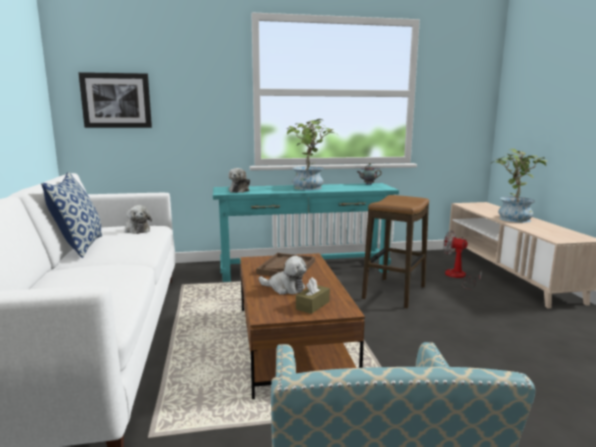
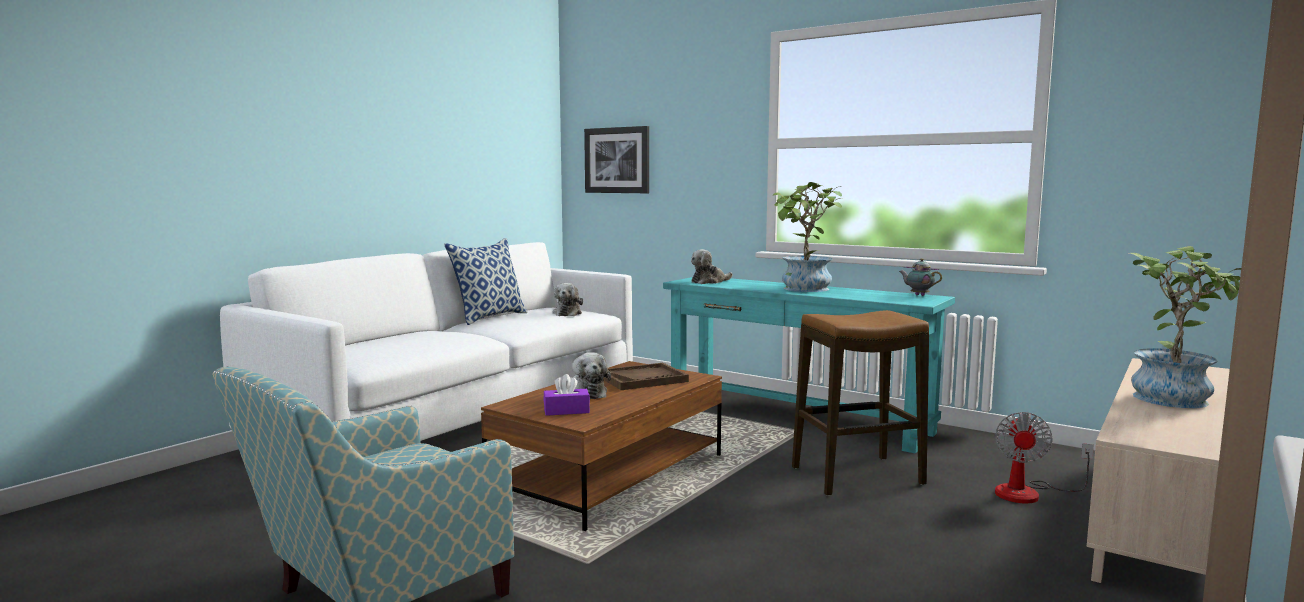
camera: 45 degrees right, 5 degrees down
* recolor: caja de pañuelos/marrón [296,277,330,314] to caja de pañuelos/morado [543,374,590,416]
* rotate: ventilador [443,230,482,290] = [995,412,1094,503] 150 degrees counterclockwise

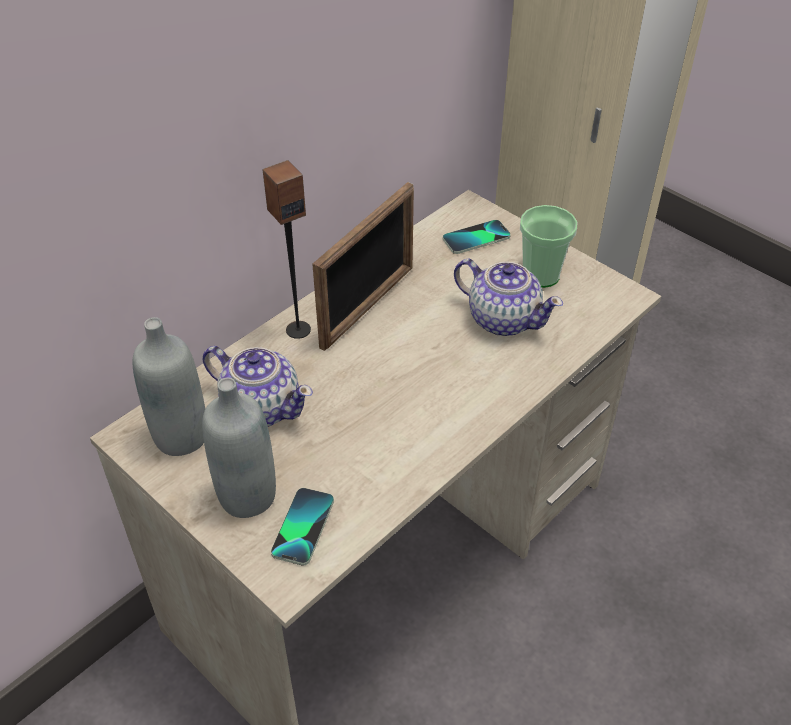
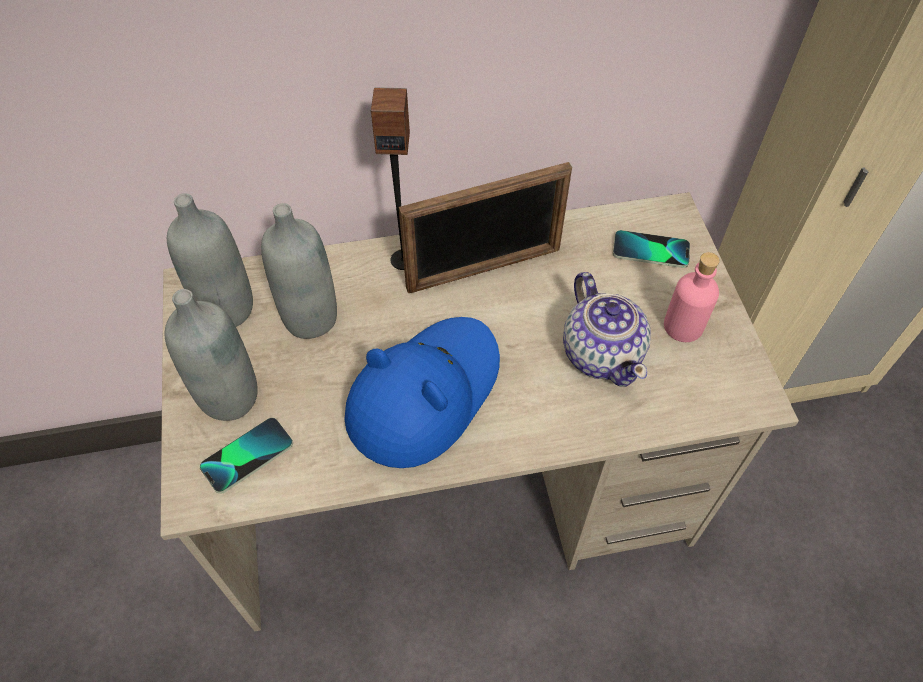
camera: 35 degrees right, 10 degrees up
* replace: tetera [203,346,313,427] to botella/gris [261,203,337,339]
* insert: sombrero/azul [345,317,500,468]
* replace: taza [520,205,578,288] to botella/rosa [664,252,720,342]

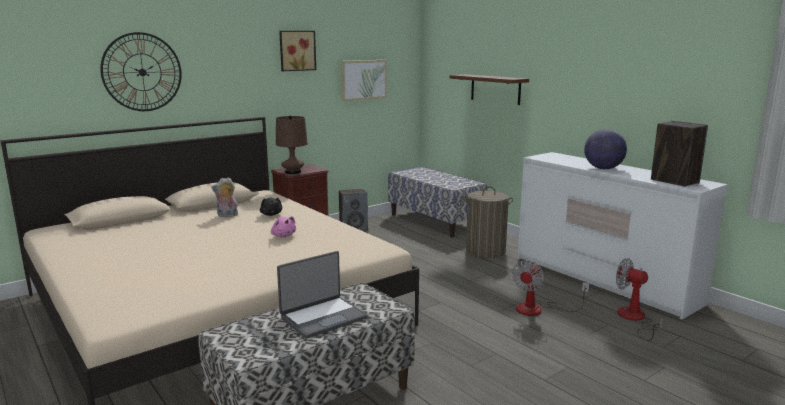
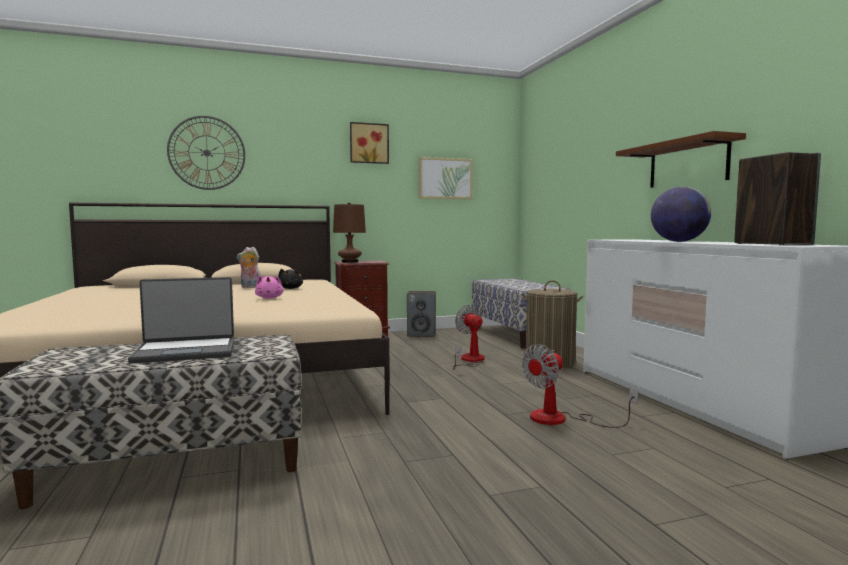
camera: 20 degrees right, 10 degrees down
* move: ventilador [616,258,663,341] to [452,305,485,370]
* move: estante/marrón [450,74,529,105] to [616,131,746,188]

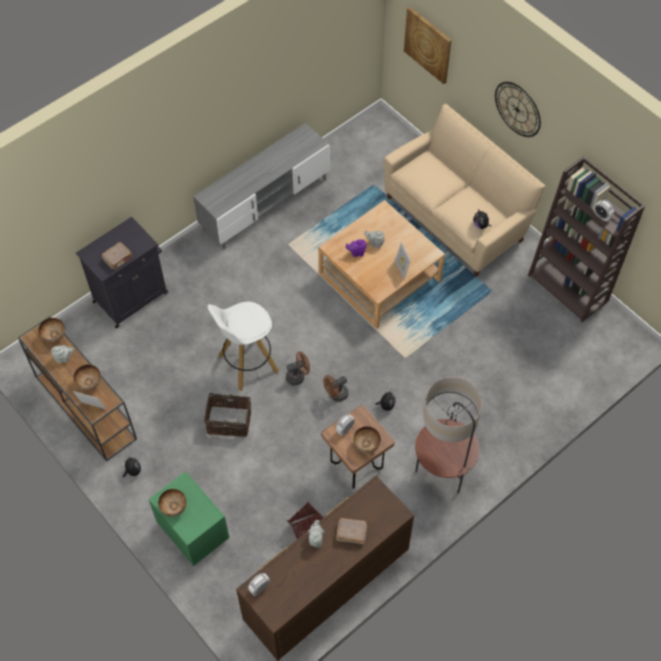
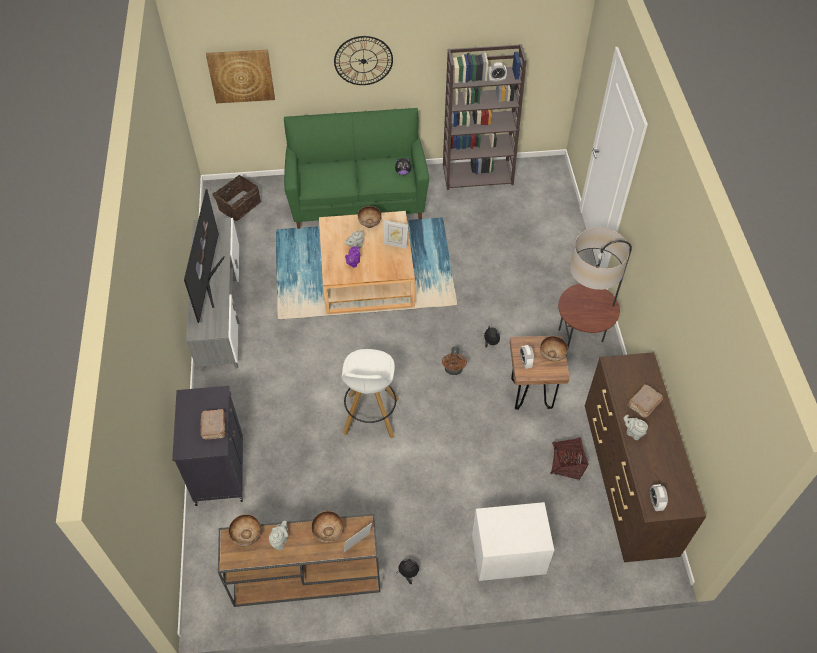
camera: 55 degrees left, 5 degrees down
* insert: televisor [184,189,225,323]
* move: cesta [204,393,251,437] to [212,175,261,221]
* recolor: sofá/beis [383,104,545,277] to sofá/verde [284,108,429,229]
* move: cuenco [158,489,187,517] to [358,206,382,228]
* recolor: mesita de noche/verde [149,471,229,566] to mesita de noche/blanco [472,502,554,581]
* delete: ventilador/marrón [286,352,310,385]

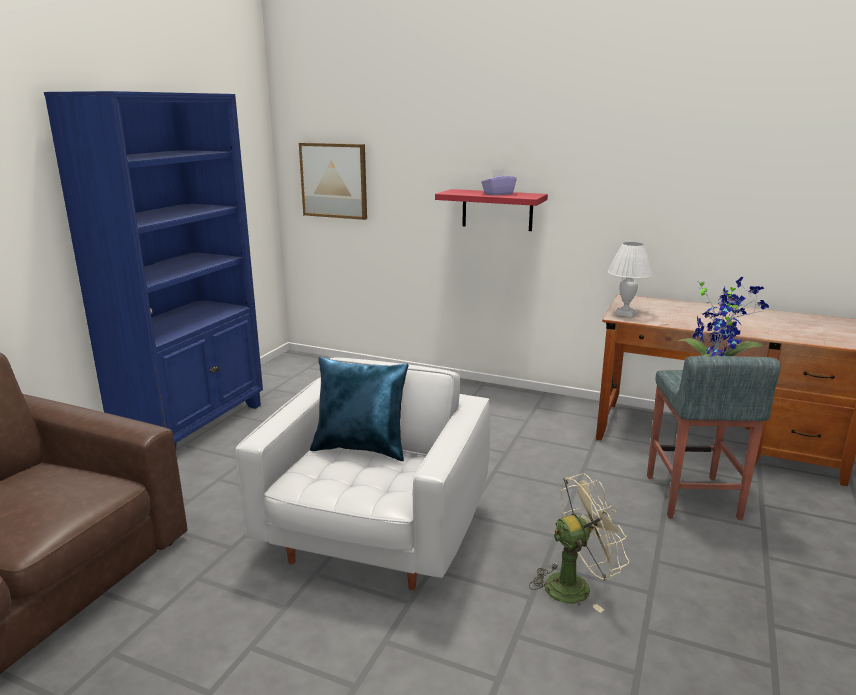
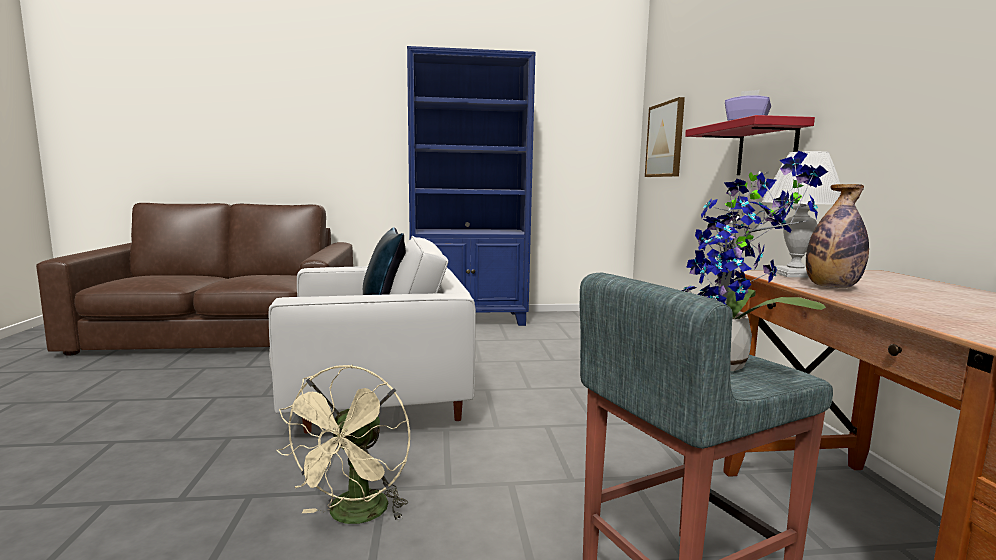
camera: 60 degrees right, 10 degrees down
* rotate: ventilador/beis [529,473,629,613] = [276,365,410,524] 60 degrees clockwise
* insert: botella [806,184,869,288]

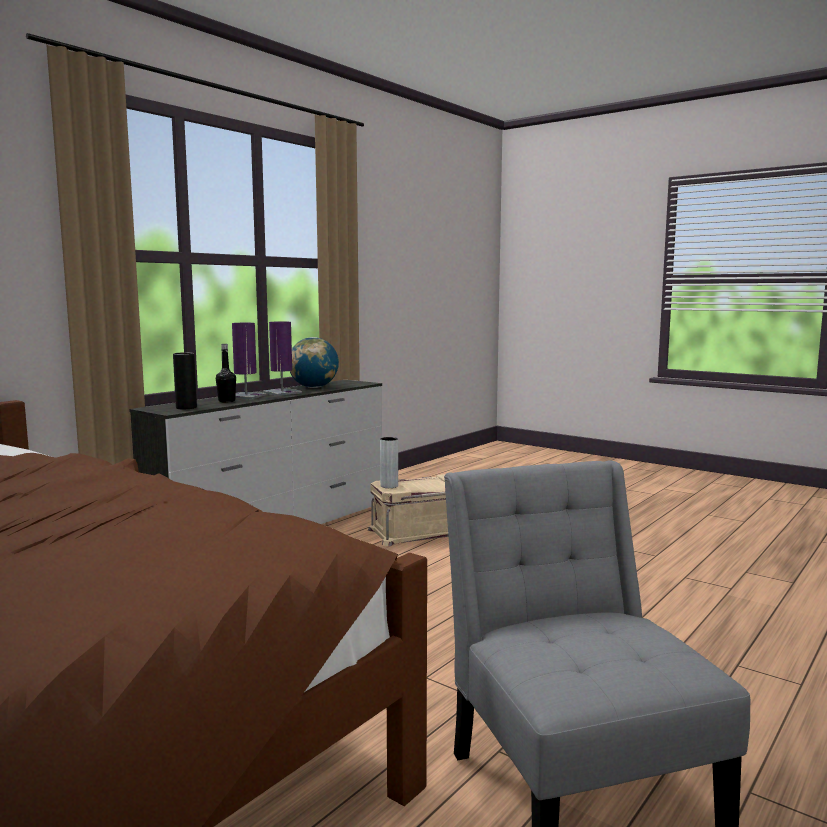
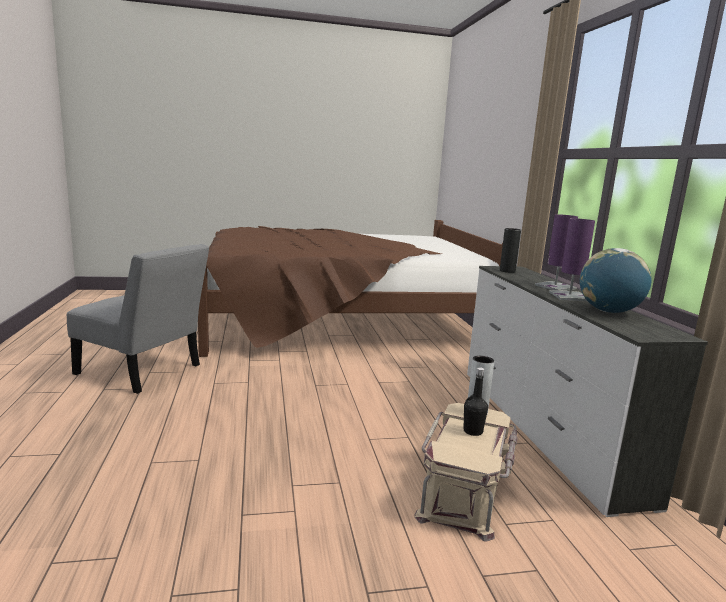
camera: 130 degrees right, 5 degrees up
* move: botella/negro [216,344,236,402] to [464,367,488,436]

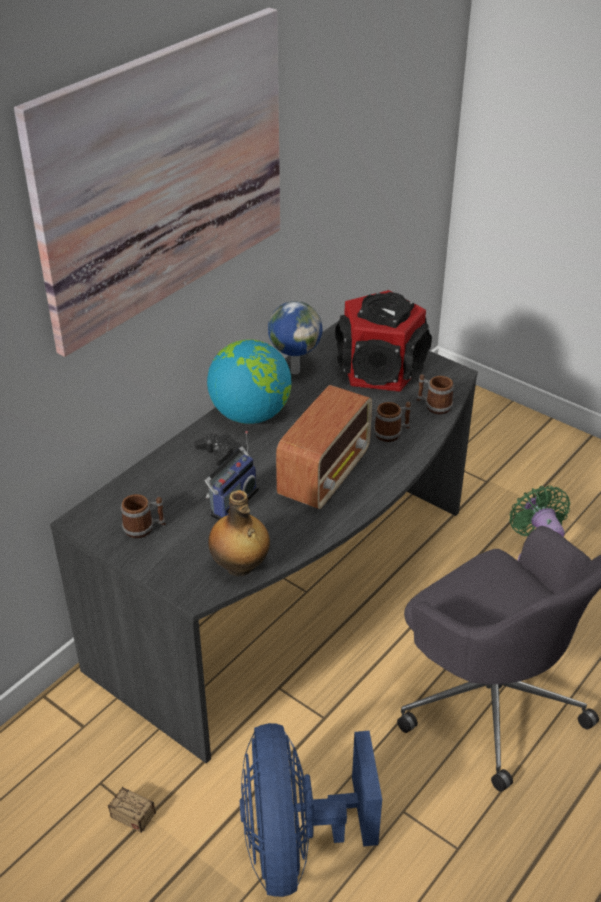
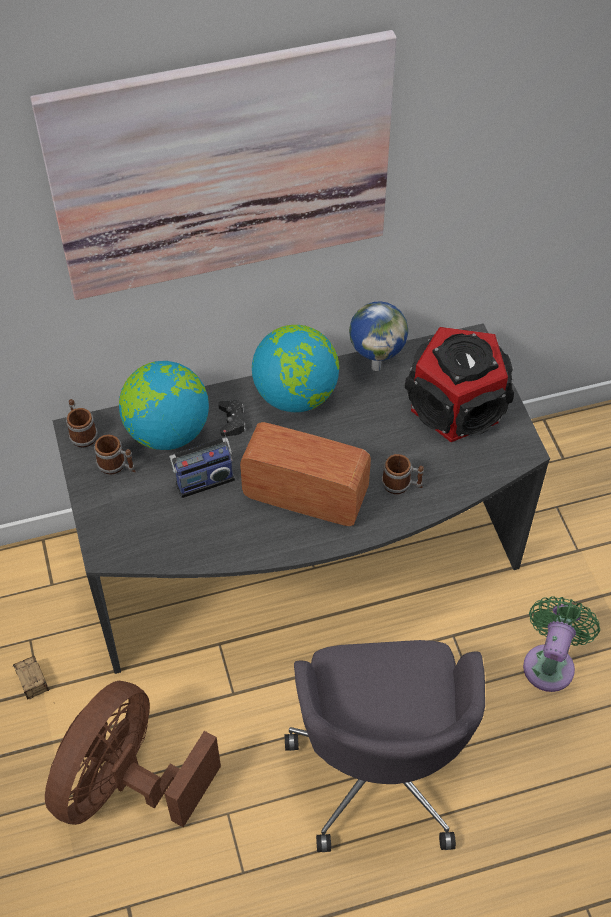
camera: 35 degrees right, 15 degrees up
* recolor: ventilador/azul [240,723,382,897] to ventilador/marrón [45,681,221,827]
* move: taza grande [417,374,454,415] to [66,399,98,448]
* insert: globo terráqueo [119,361,209,450]
* rotate: radio [276,385,372,509] = [240,422,371,526] 135 degrees counterclockwise
* delete: botella [208,490,270,576]

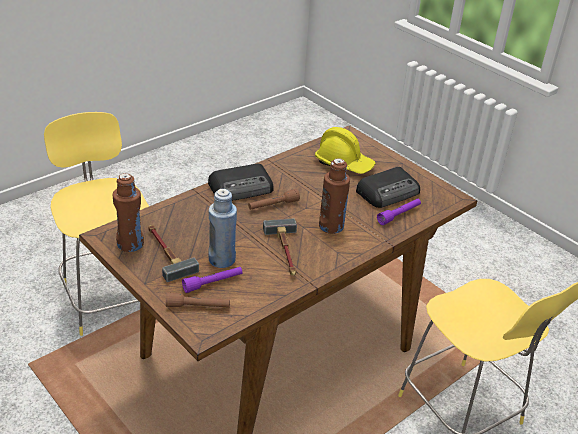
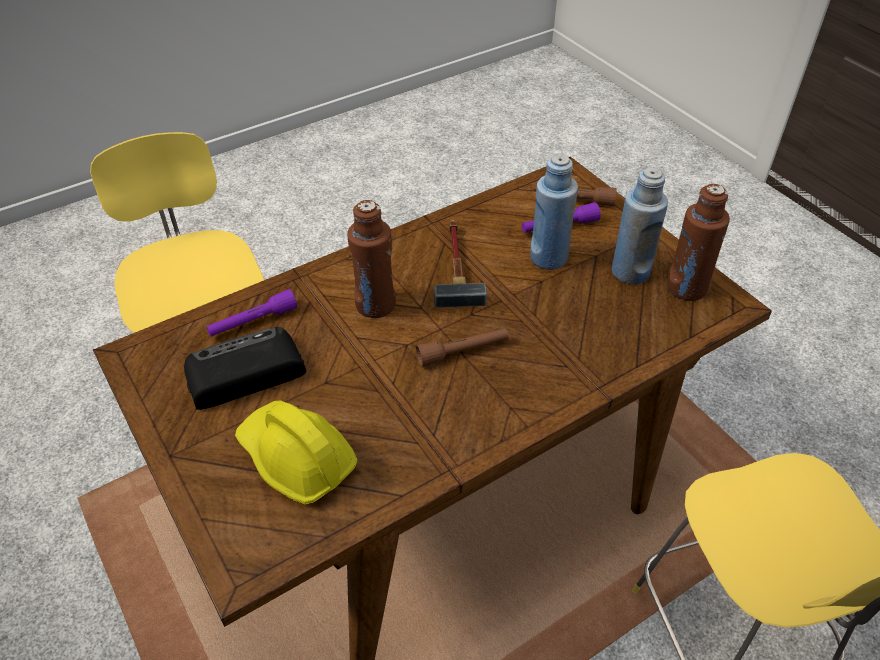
camera: 170 degrees left, 10 degrees up
* replace: martillo [148,225,199,282] to botella/azul [611,167,668,284]
* delete: radio [208,164,274,201]

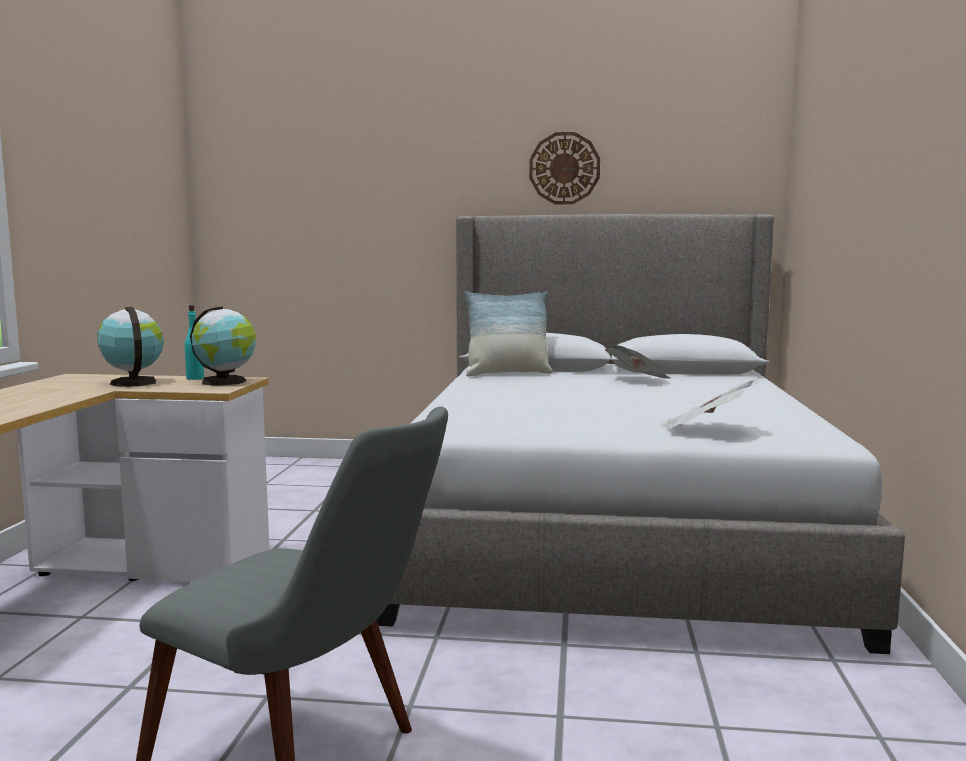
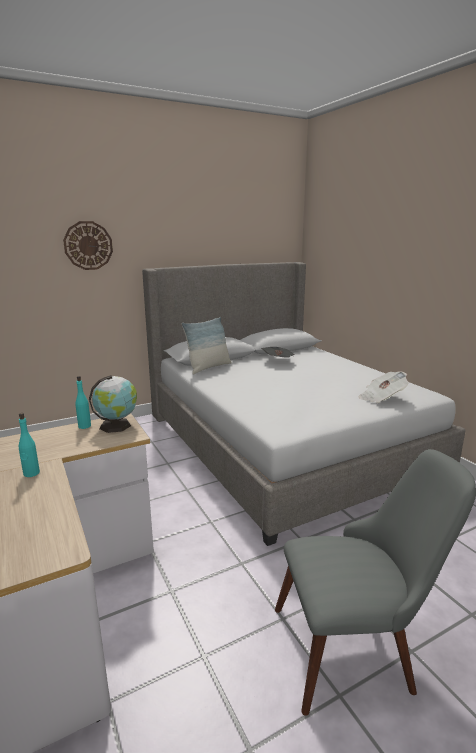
camera: 35 degrees left, 10 degrees up
* insert: botella/turquesa [19,413,40,477]
* move: reloj de pared [529,132,600,204] to [63,221,113,270]
* delete: globo terráqueo [97,307,164,387]

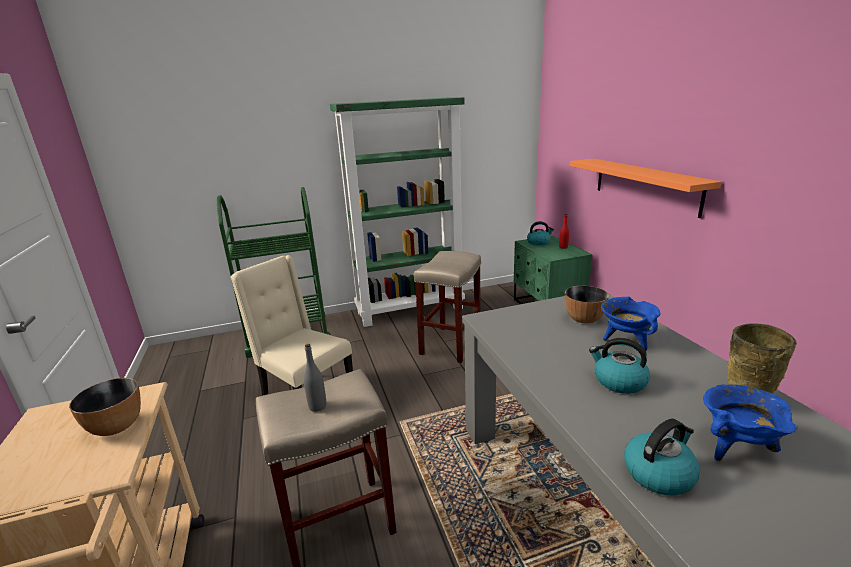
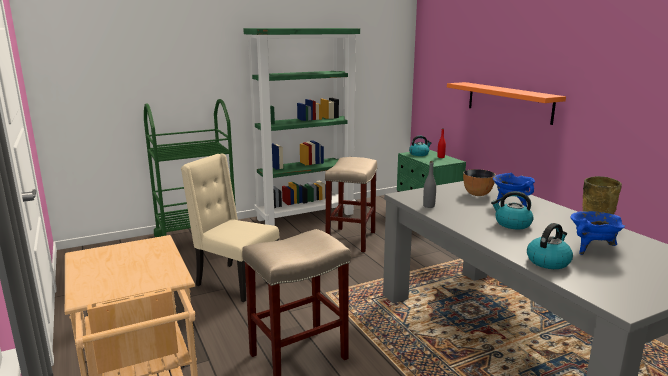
camera: 10 degrees left, 5 degrees down
* move: botella/gris [304,344,326,412] to [423,161,436,208]
* delete: cuenco [69,378,141,436]

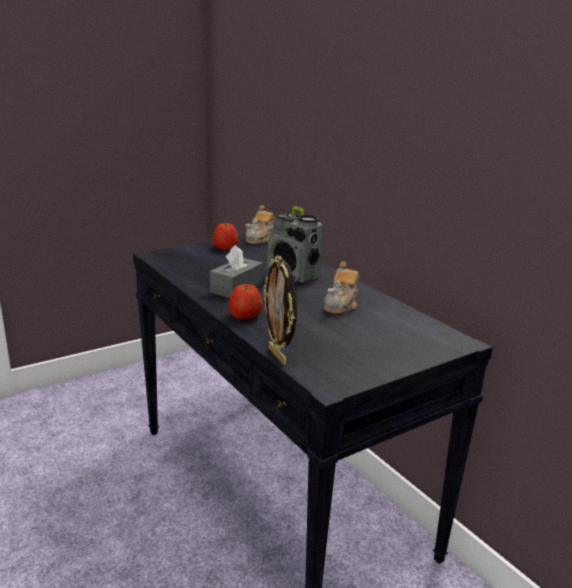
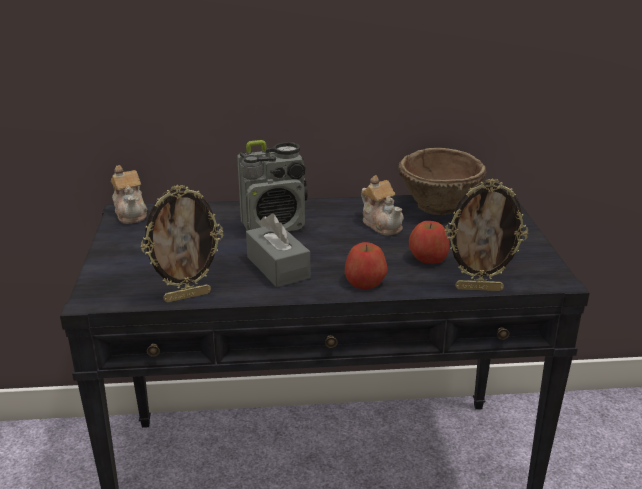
camera: 60 degrees left, 5 degrees up
* insert: portarretratos [141,185,223,303]
* insert: cuenco/marrón [398,148,487,215]
* move: manzana [213,223,239,250] to [409,221,449,264]

